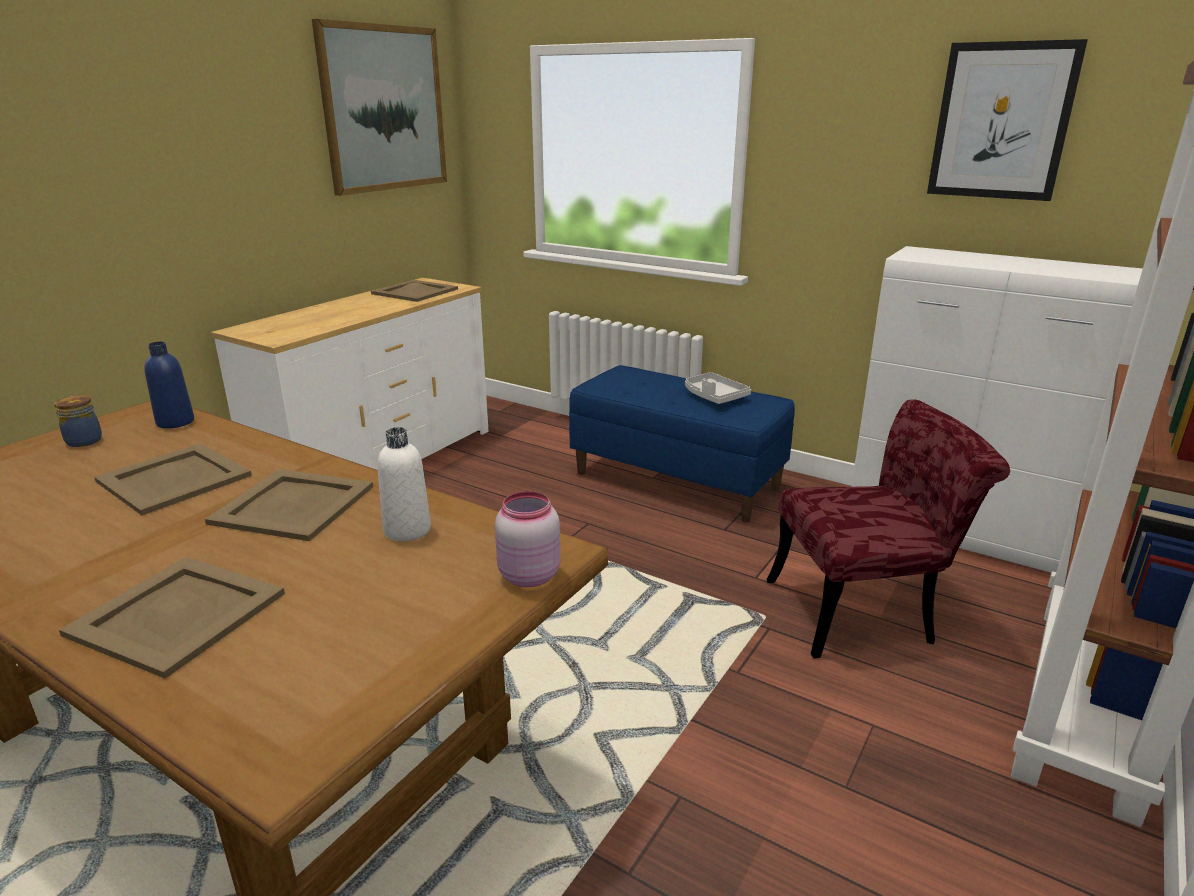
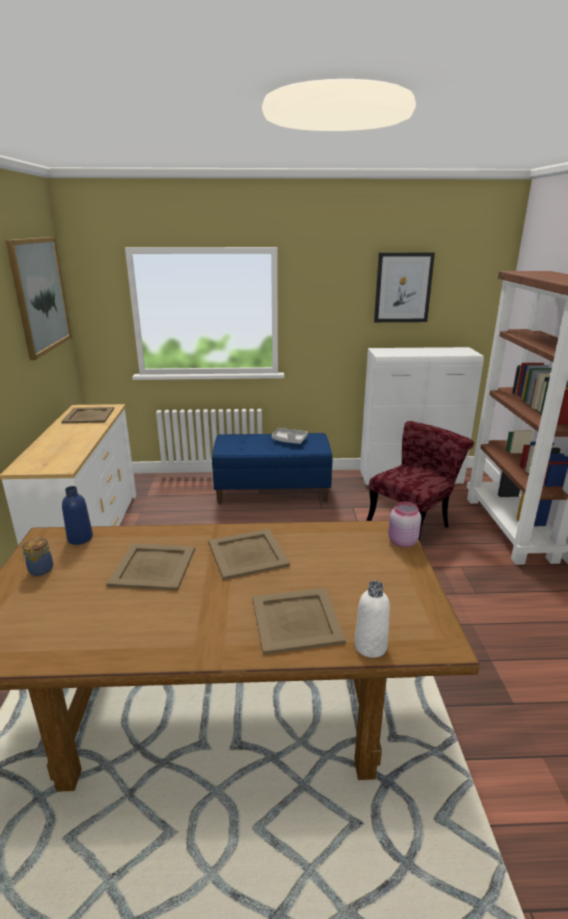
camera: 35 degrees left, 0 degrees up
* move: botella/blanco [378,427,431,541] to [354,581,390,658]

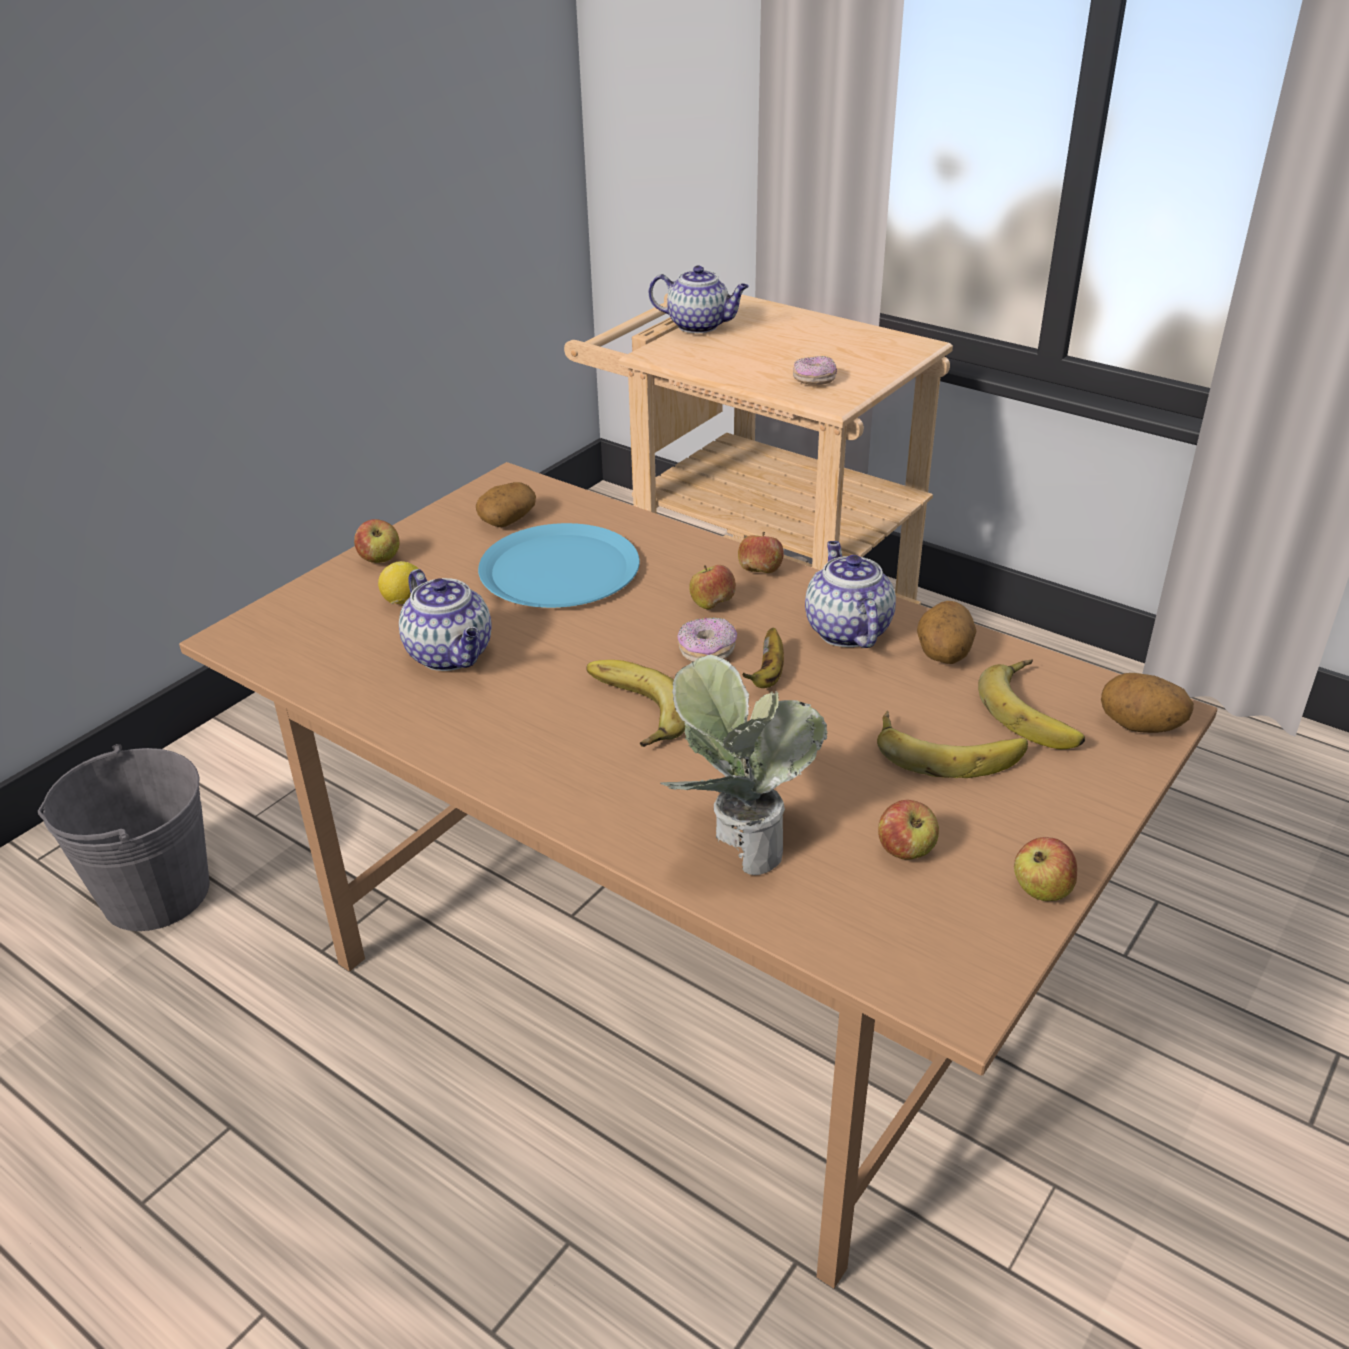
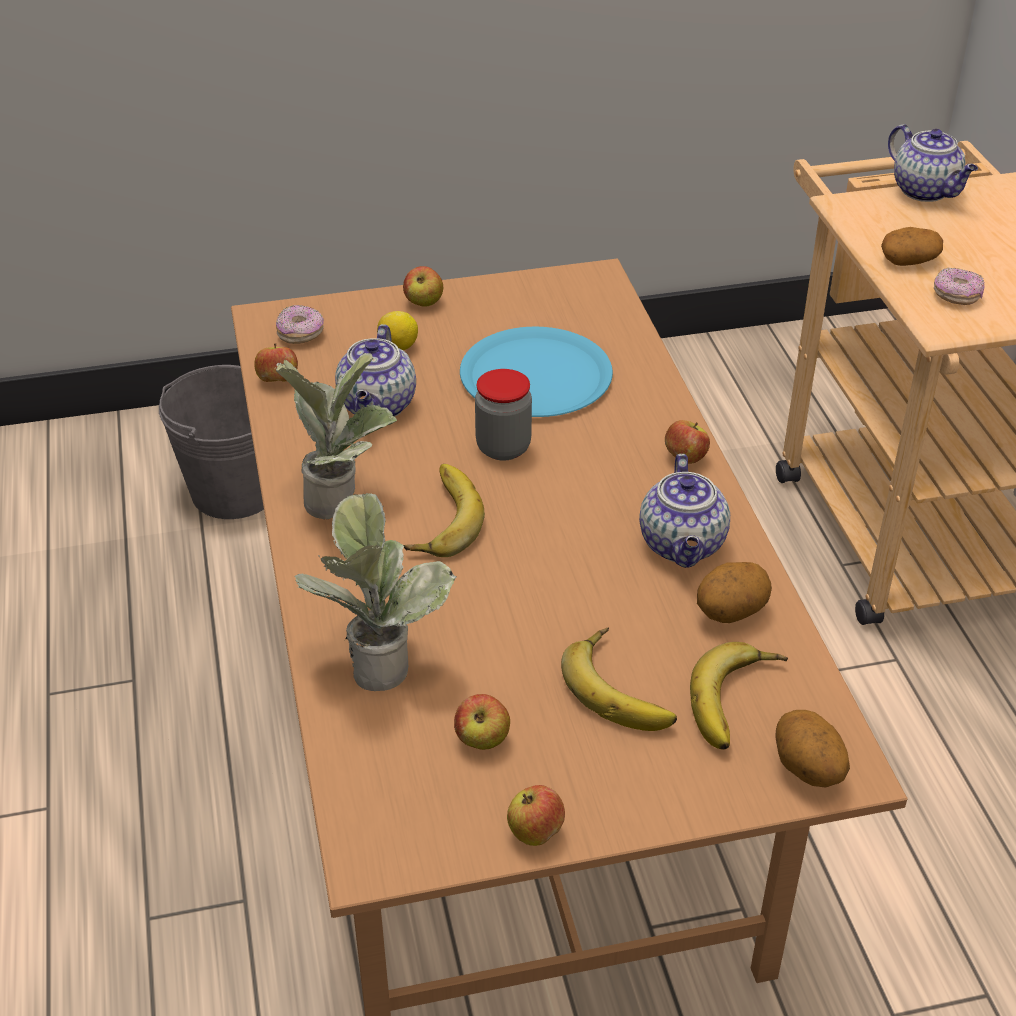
camera: 40 degrees right, 5 degrees up
* move: manzana [689,565,736,609] to [254,343,298,382]
* insert: planta en maceta [274,353,397,519]
* move: rosquilla [678,618,737,662] to [276,305,324,344]
* insert: tarro [475,369,532,460]
* rotate: tetera [805,541,896,648] = [639,454,730,568] 150 degrees clockwise
* move: patata [476,482,536,527] to [881,227,943,266]
* delete: plátano [742,628,784,688]

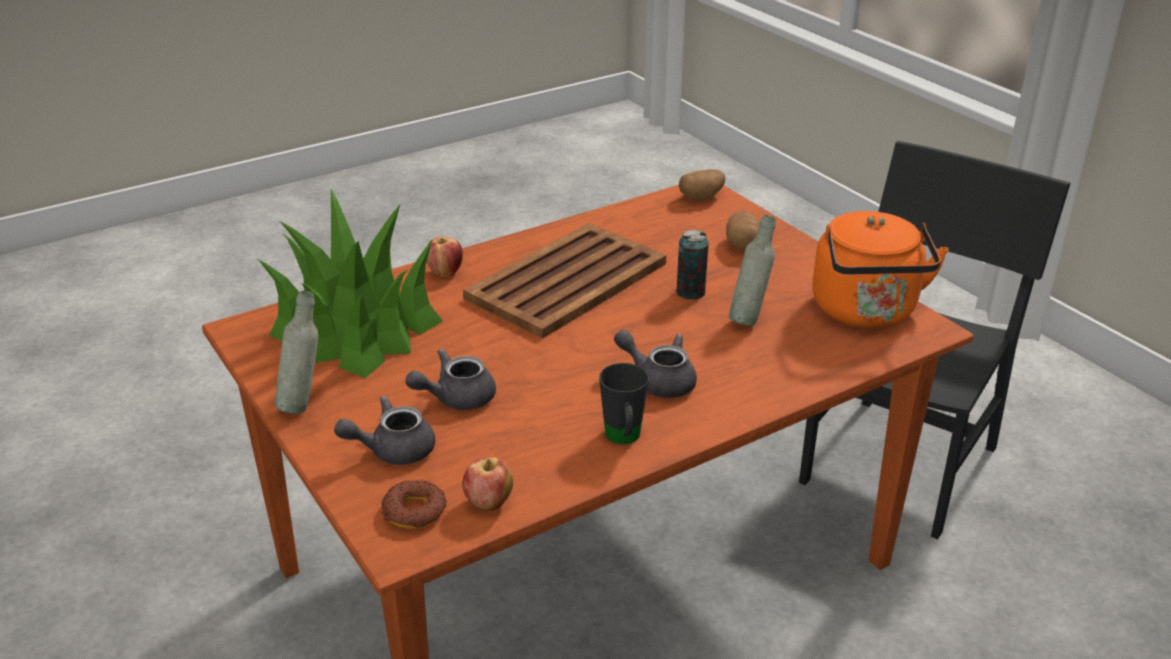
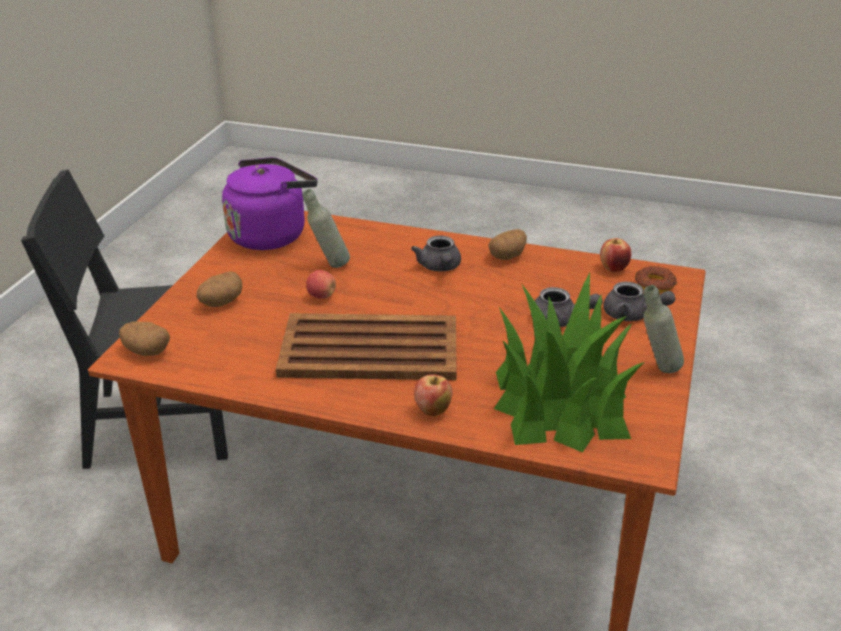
camera: 130 degrees left, 0 degrees up
* recolor: hervidor/naranja [812,211,949,328] to hervidor/morado [222,157,318,250]
* replace: lata [676,230,709,300] to manzana [306,270,336,298]
* replace: taza grande/negro [599,363,649,444] to patata [488,229,527,260]

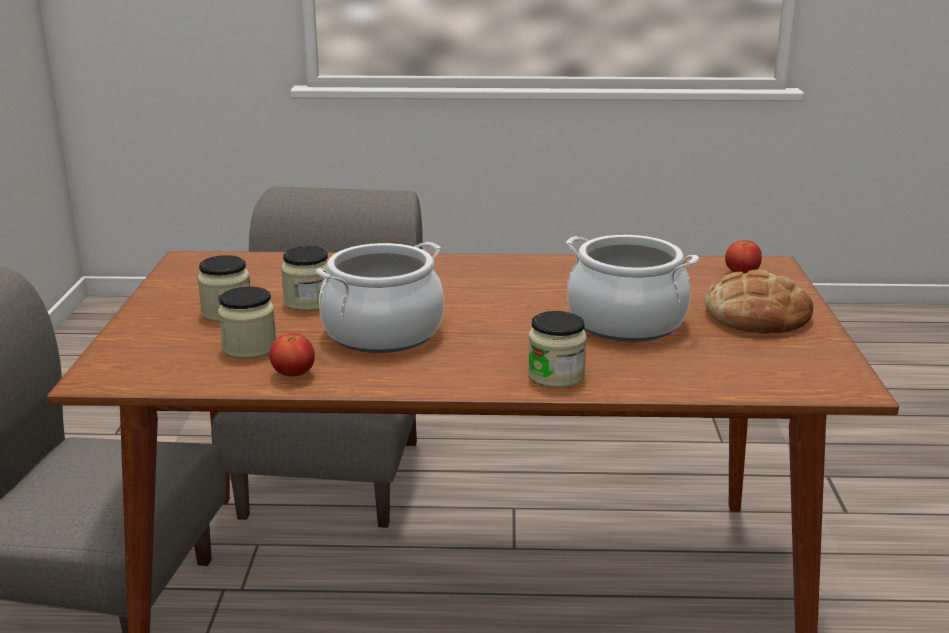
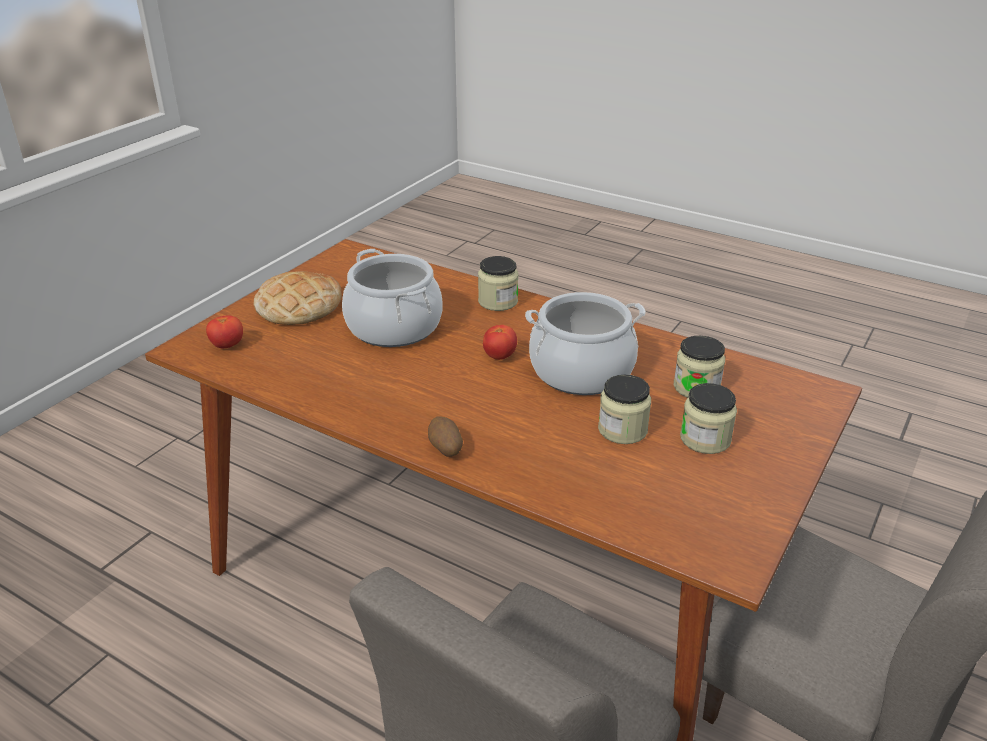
camera: 150 degrees left, 10 degrees up
* insert: patata [428,416,463,457]
* move: tomate [269,333,315,377] to [483,325,517,360]

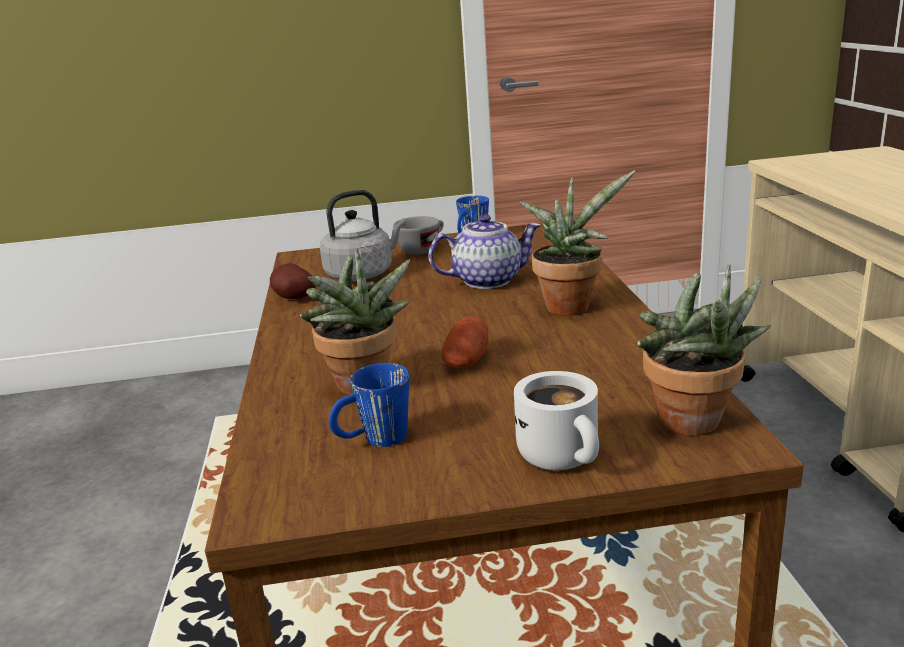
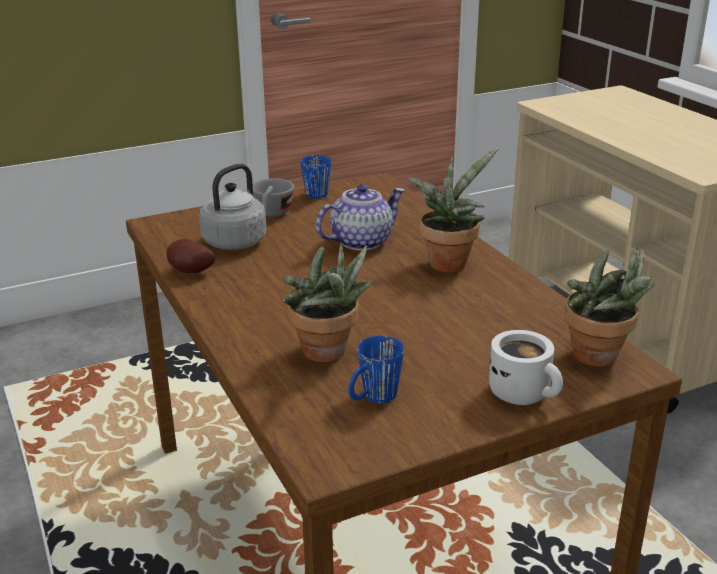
camera: 20 degrees left, 5 degrees up
* delete: patata [442,316,489,368]

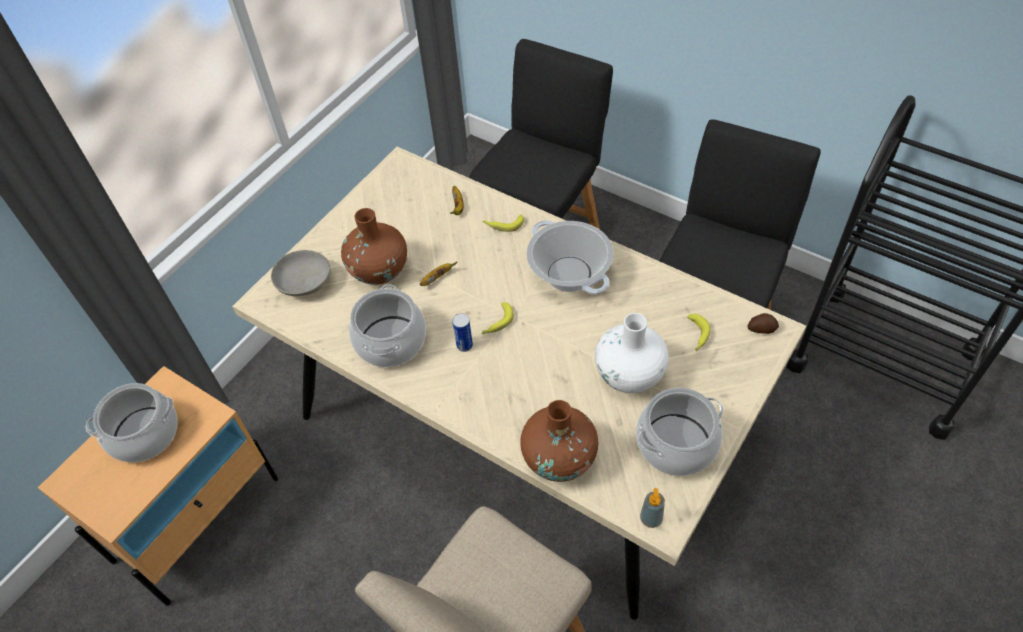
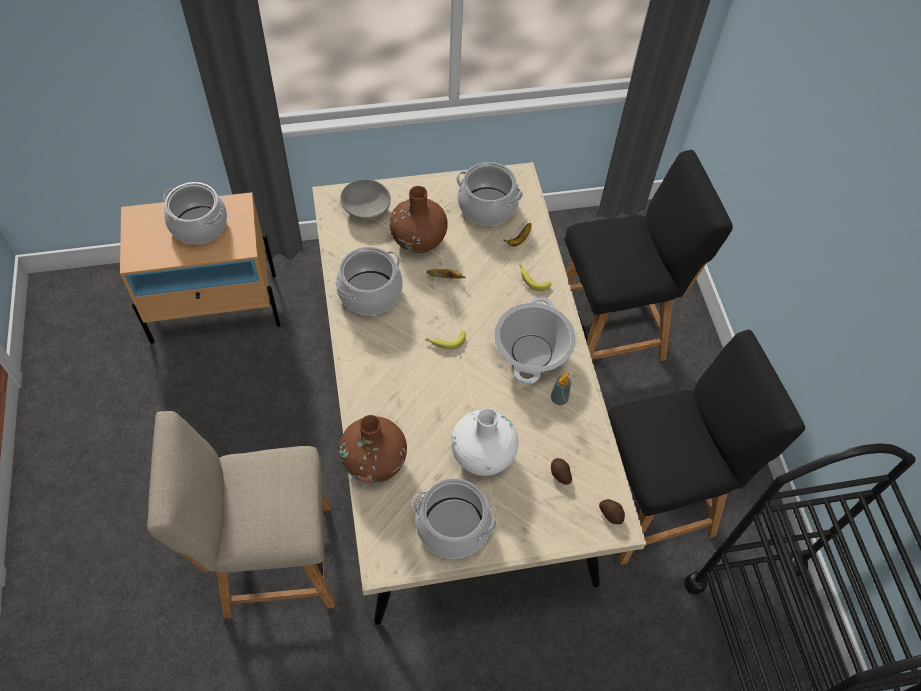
camera: 40 degrees right, 5 degrees up
* insert: olla [456,162,523,226]
* move: dispensador de jabón [640,488,665,528] to [551,372,571,405]
* replace: plátano [687,314,710,352] to patata [551,458,572,485]
* delete: lata [452,313,473,352]

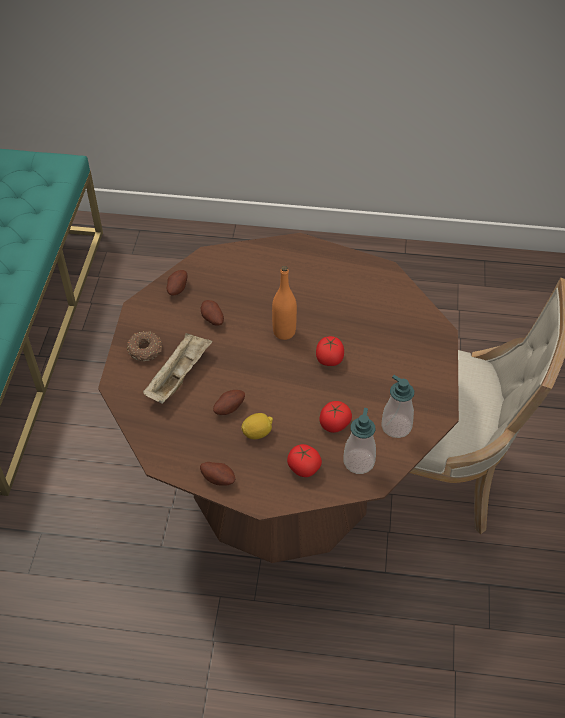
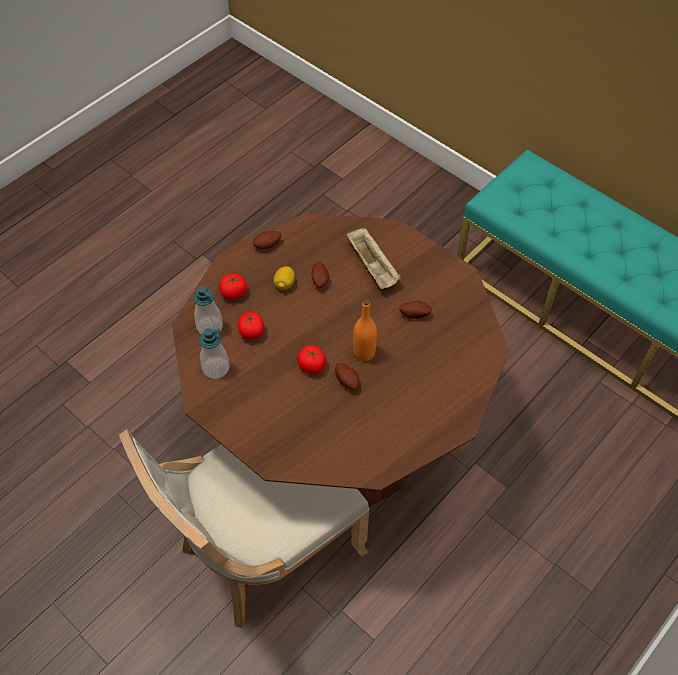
camera: 125 degrees right, 5 degrees up
* move: patata [166,270,187,295] to [335,363,359,389]
* delete: rosquilla [127,331,163,362]

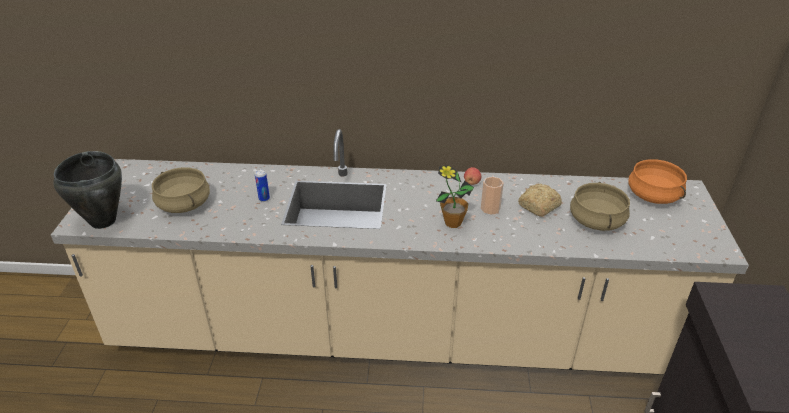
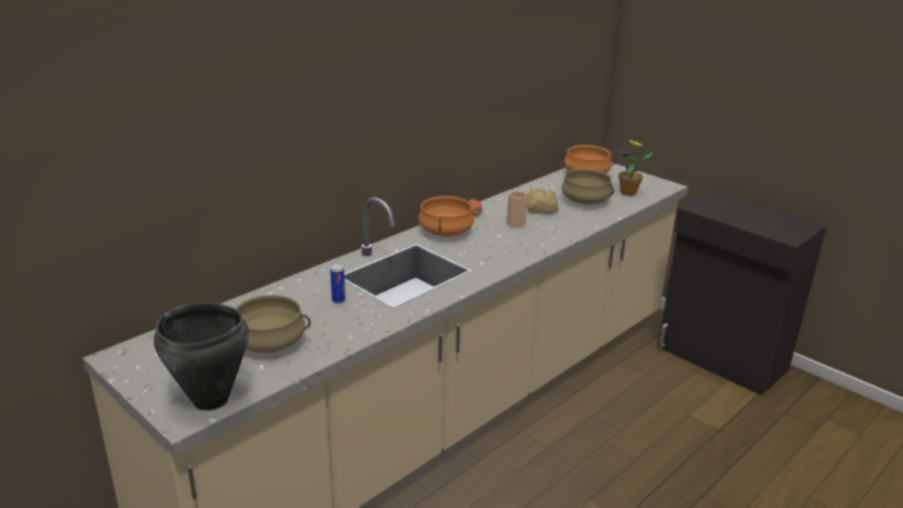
camera: 50 degrees left, 10 degrees down
* insert: olla/naranja [419,196,474,236]
* move: planta en maceta [436,165,474,228] to [618,140,654,196]

